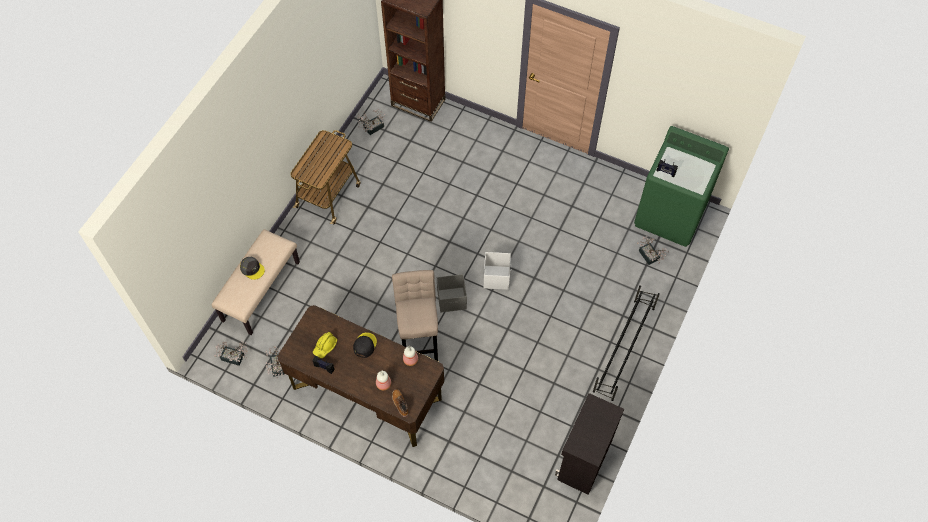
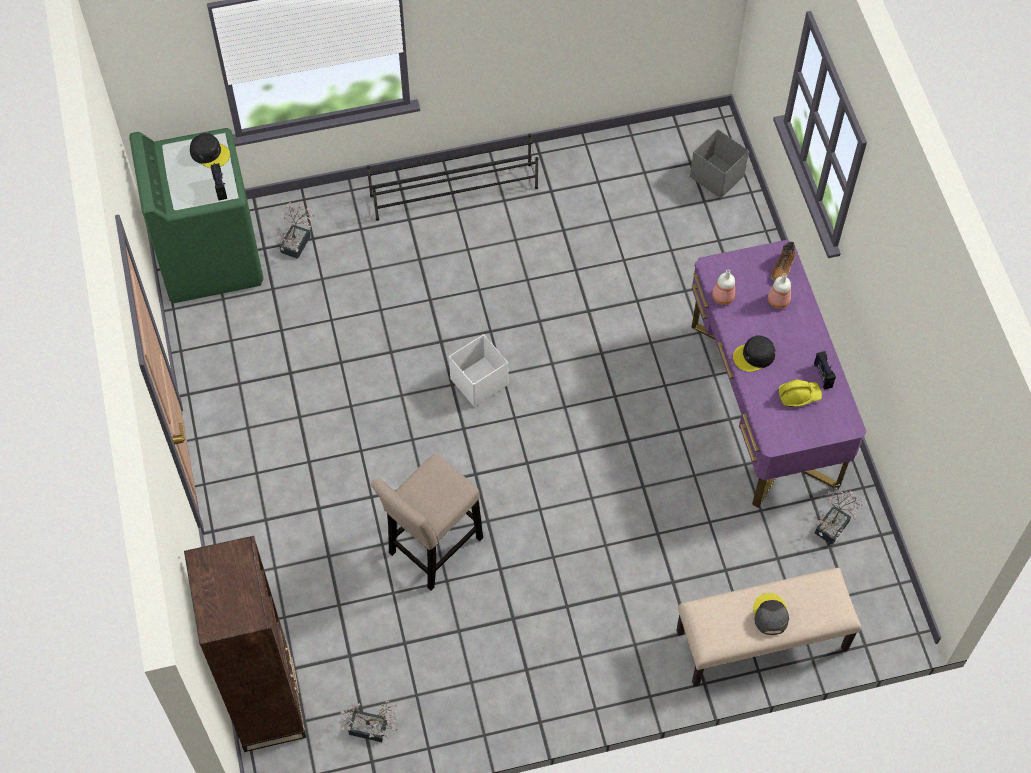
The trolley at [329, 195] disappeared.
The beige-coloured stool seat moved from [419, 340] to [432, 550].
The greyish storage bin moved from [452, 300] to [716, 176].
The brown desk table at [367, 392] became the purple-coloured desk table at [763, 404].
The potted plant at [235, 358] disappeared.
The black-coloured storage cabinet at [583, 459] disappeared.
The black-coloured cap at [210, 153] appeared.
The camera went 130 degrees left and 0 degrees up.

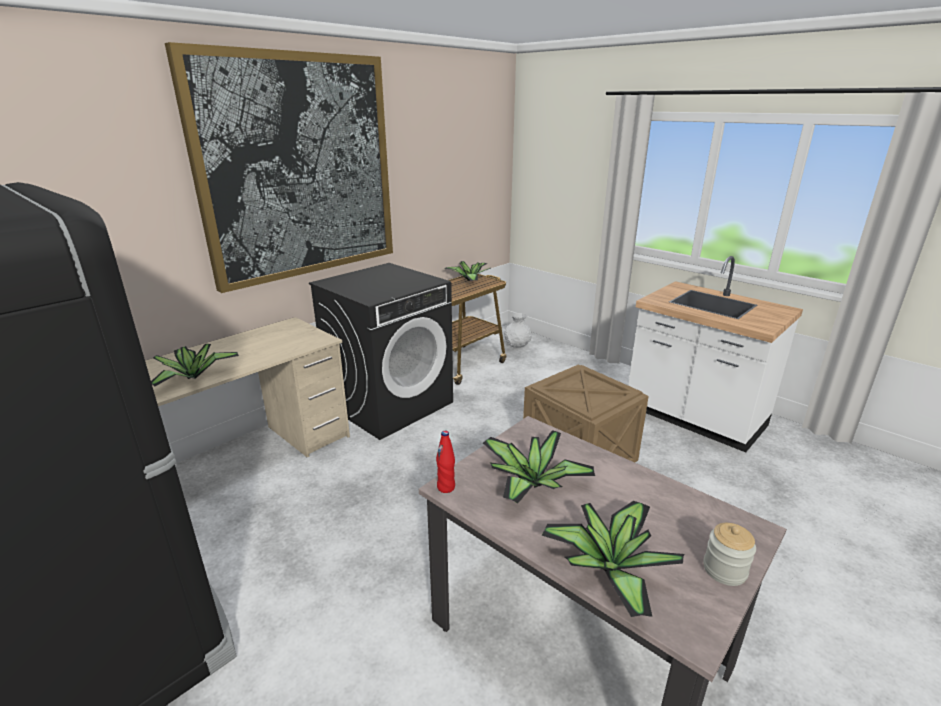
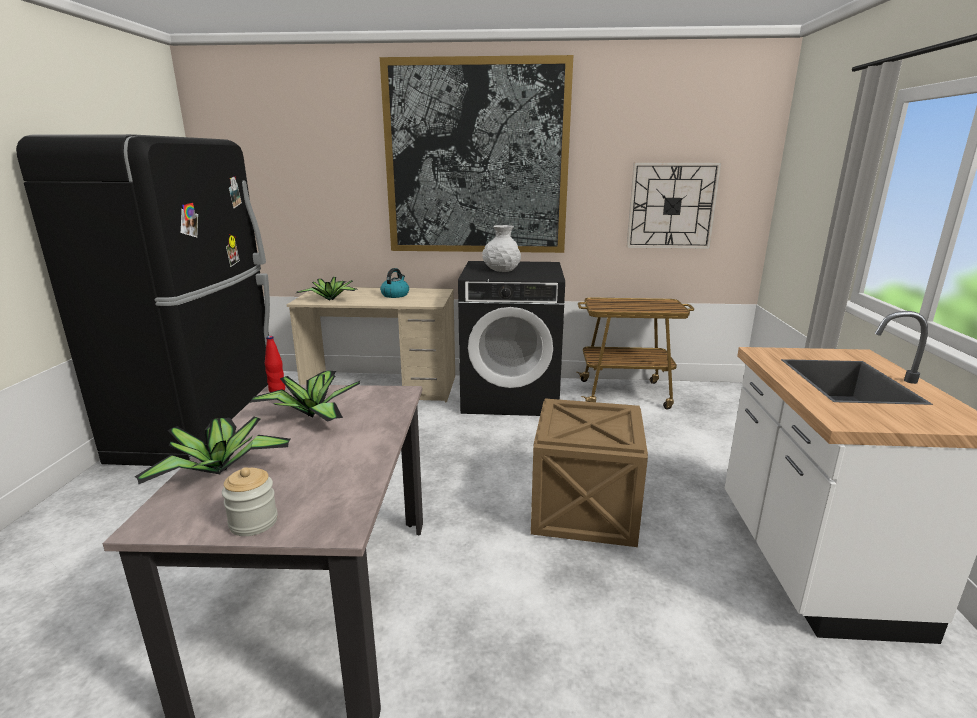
The potted plant at [469, 280] disappeared.
The white vase moved from [517, 345] to [501, 270].
The clock on the wall at [672, 206] appeared.
The water kettle at [395, 295] appeared.
The camera went 50 degrees right and 5 degrees down.

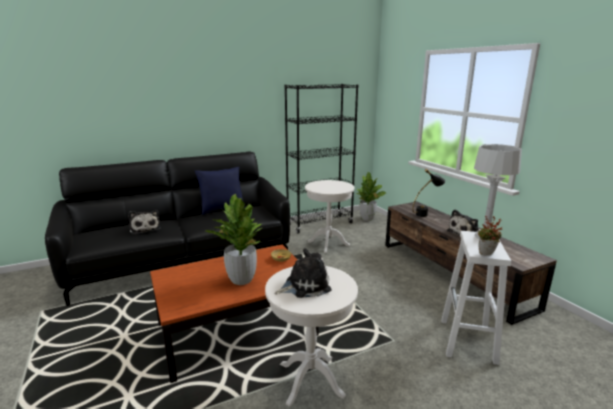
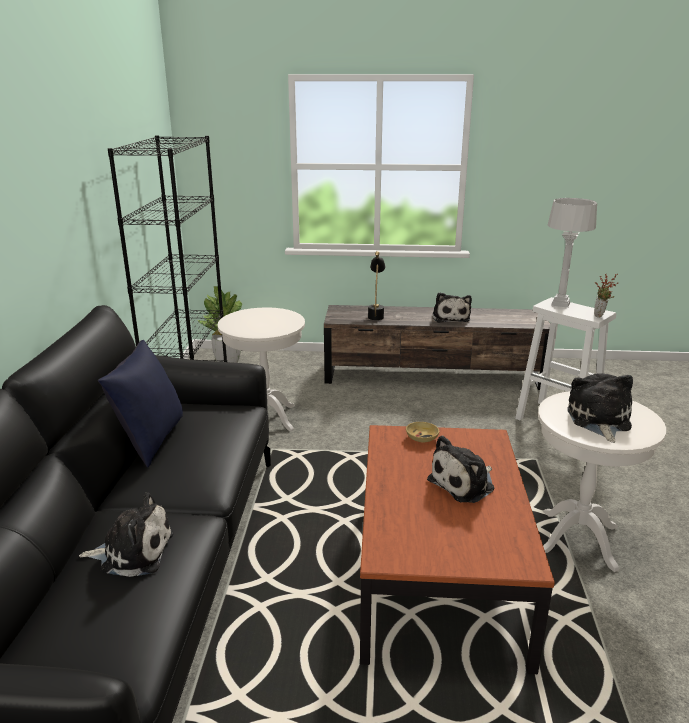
The potted plant at [241, 279] was replaced by the cuddly toy at [464, 484].
The camera went 60 degrees left and 5 degrees up.

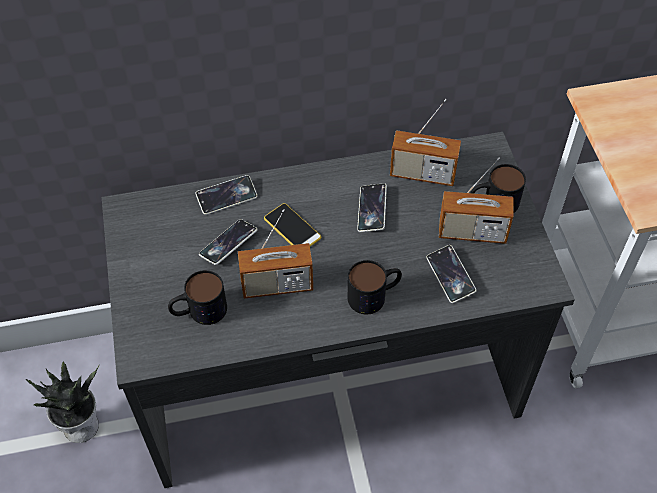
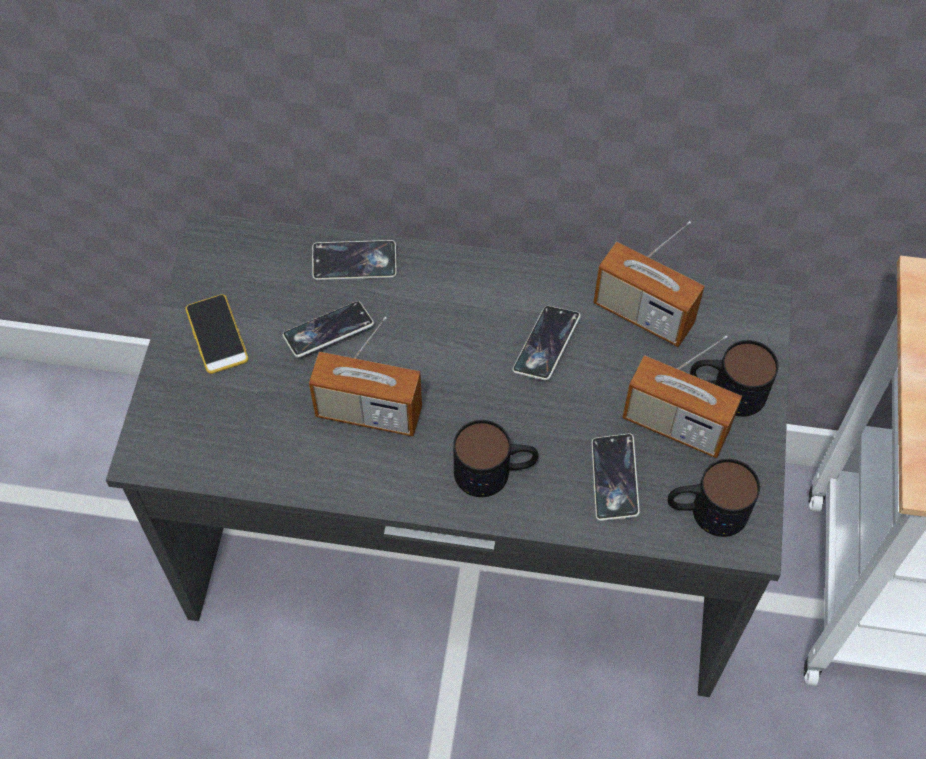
The phone moved from [292, 228] to [217, 334].
The coffee mug moved from [199, 311] to [706, 511].
The potted plant at [81, 425] disappeared.
The camera went 20 degrees right and 5 degrees up.

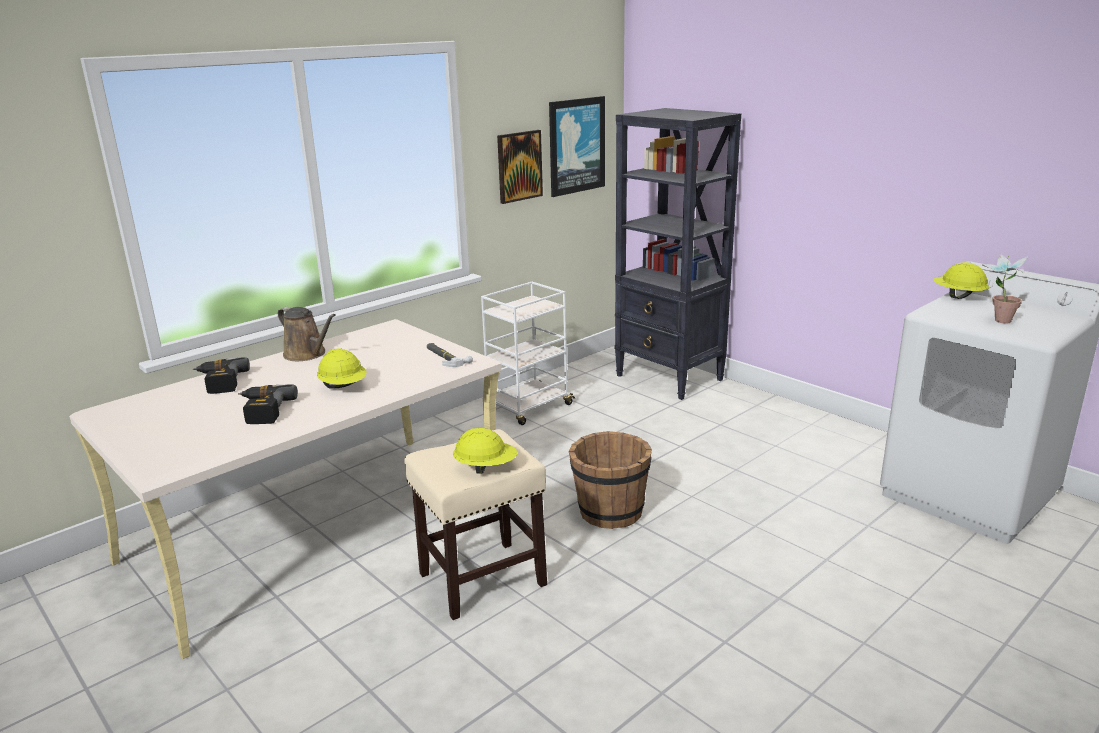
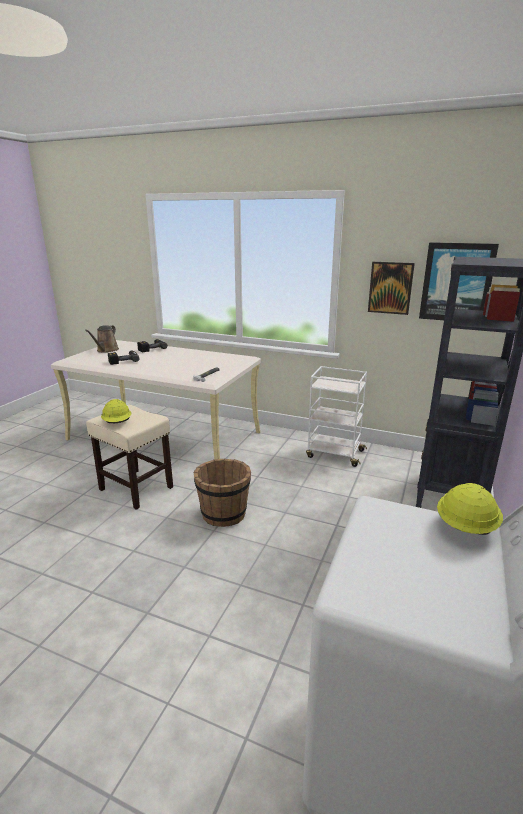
The potted plant at [996, 321] disappeared.
The brown watering pot moved from [307, 354] to [106, 350].
The yellow-coloured work helmet at [344, 387] disappeared.
The camera went 65 degrees right and 0 degrees up.

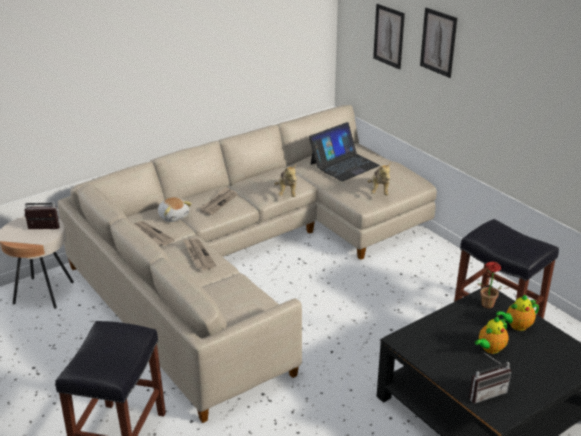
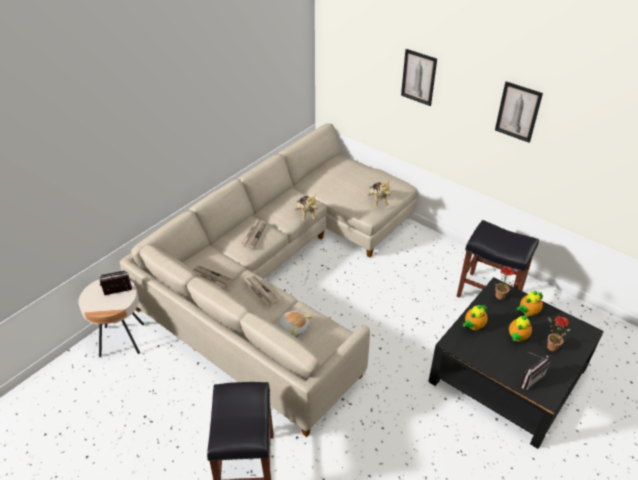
The wall picture moved from [389, 36] to [518, 112].
The laptop at [344, 164] disappeared.
The cuddly toy moved from [173, 216] to [294, 328].
The pot for tea at [473, 326] appeared.
The potted plant at [550, 346] appeared.
The camera went 15 degrees left and 10 degrees up.

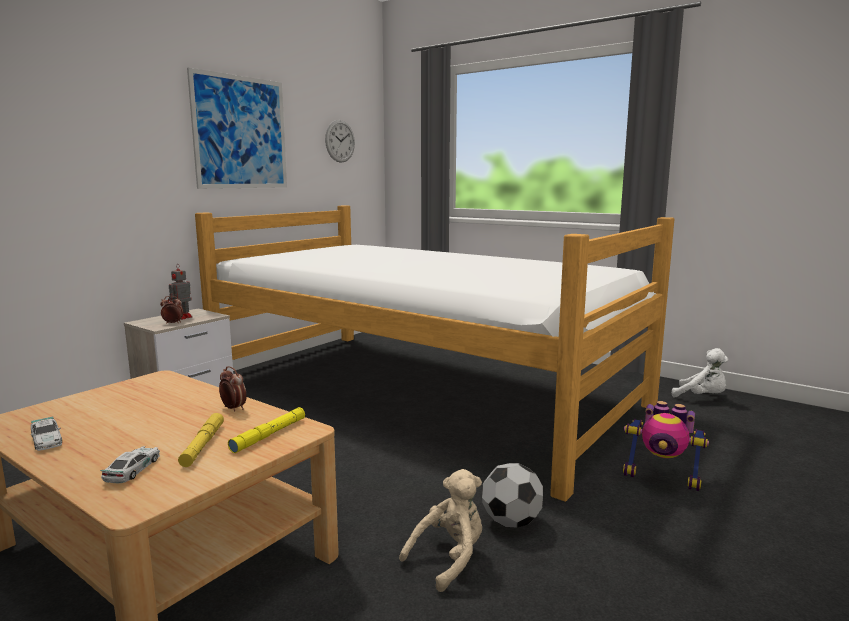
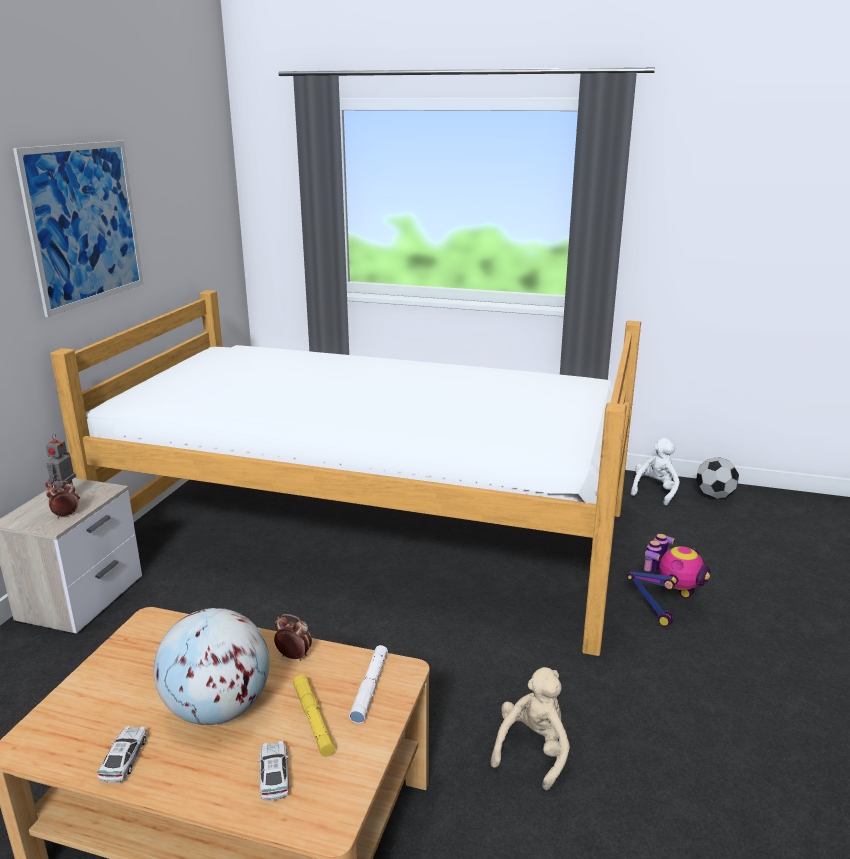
The clock on the wall at [340, 141] disappeared.
The white cuddly toy at [701, 397] turned 75 degrees counterclockwise.
The toy robot at [662, 477] turned 60 degrees counterclockwise.
The yellow-coloured torch at [269, 435] became the white torch at [370, 688].
The toy car at [47, 440] turned 120 degrees counterclockwise.
The ball for football moved from [511, 522] to [714, 496].
The world globe at [218, 709] appeared.
The camera went 20 degrees left and 10 degrees up.

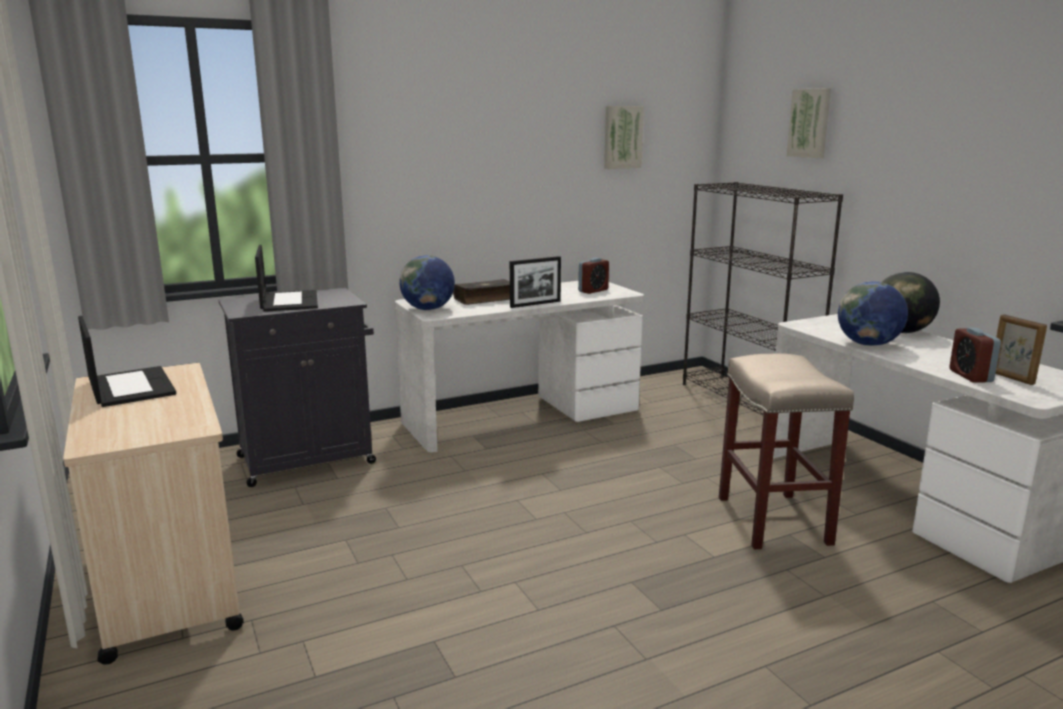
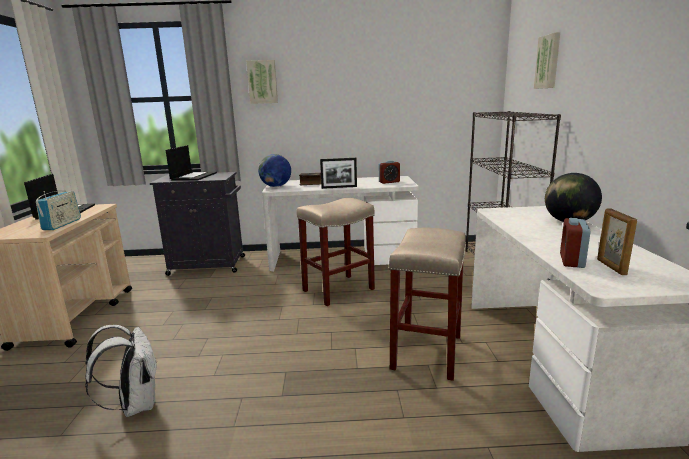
The wall picture moved from [622, 137] to [262, 82].
The world globe at [868, 344] disappeared.
The radio at [62, 224] appeared.
The beige-coloured stool seat at [338, 290] appeared.
The white rucksack at [135, 405] appeared.
The camera went 25 degrees right and 0 degrees up.

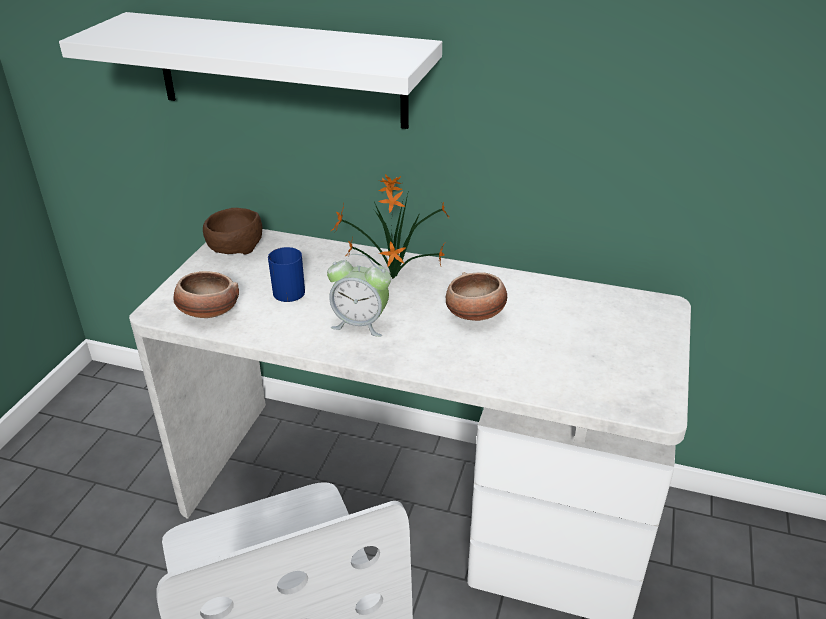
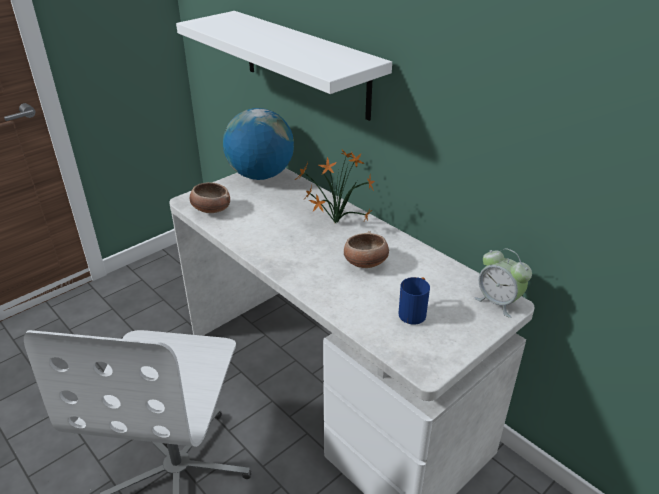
The brown deep dish at [234, 247] was replaced by the world globe at [260, 175].
The blue-coloured coffee mug moved from [289, 289] to [414, 312].
The alarm clock moved from [360, 323] to [498, 302].
The camera went 30 degrees right and 0 degrees up.

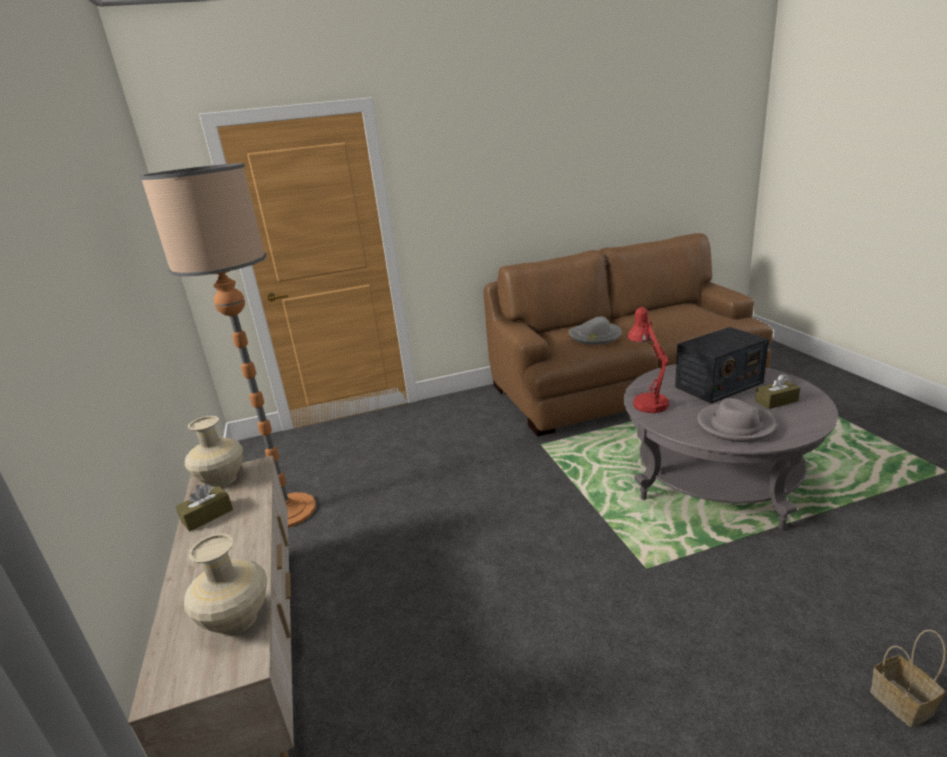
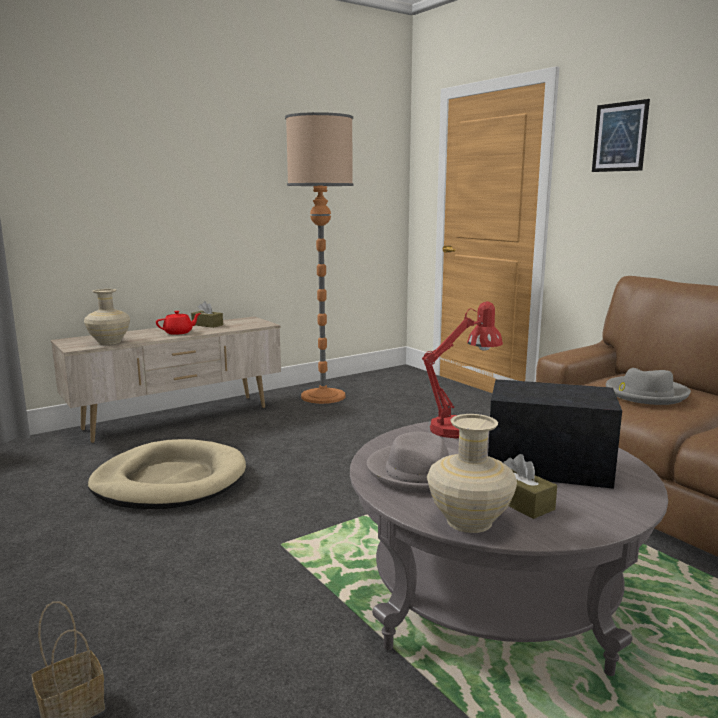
The radio at [718, 385] turned 150 degrees clockwise.
The beige-coloured vase moved from [221, 480] to [468, 521].
The wall picture at [619, 137] appeared.
The reddish pot for tea at [179, 332] appeared.
The beige-coloured pet bed at [170, 481] appeared.
The camera went 70 degrees right and 10 degrees down.

